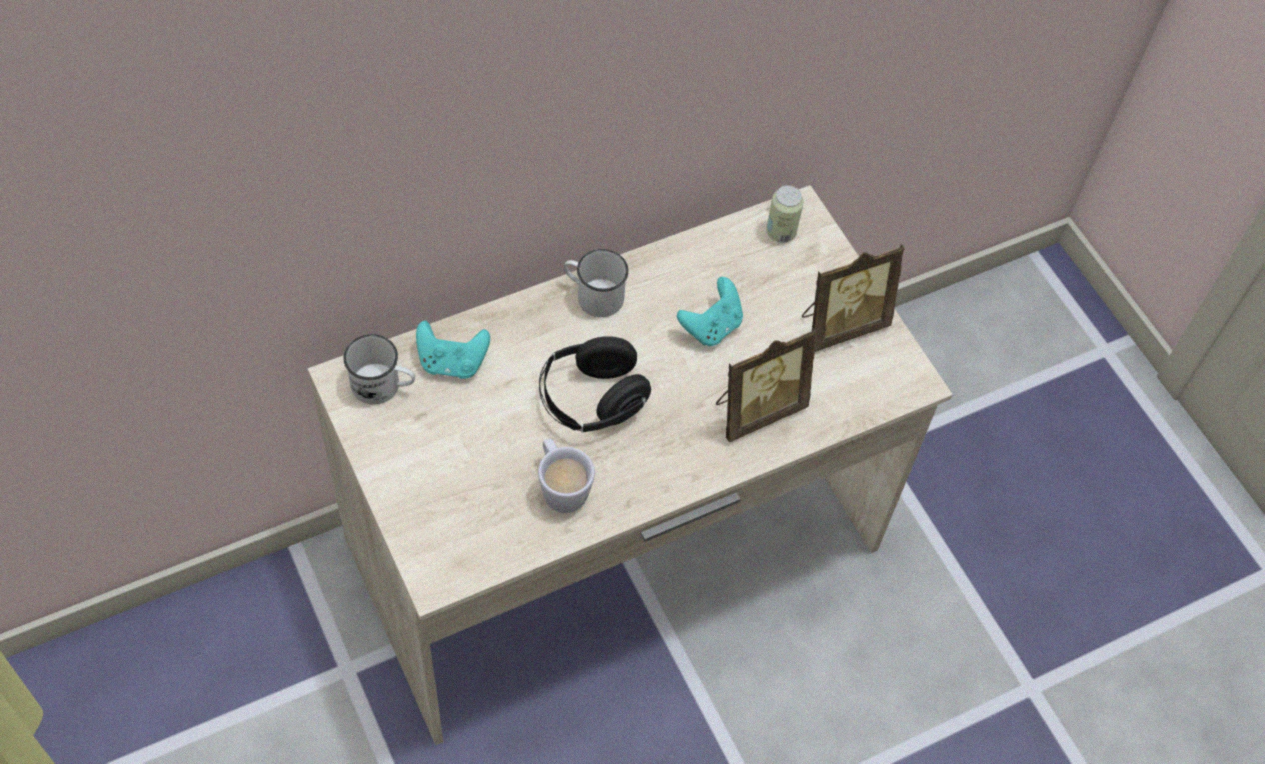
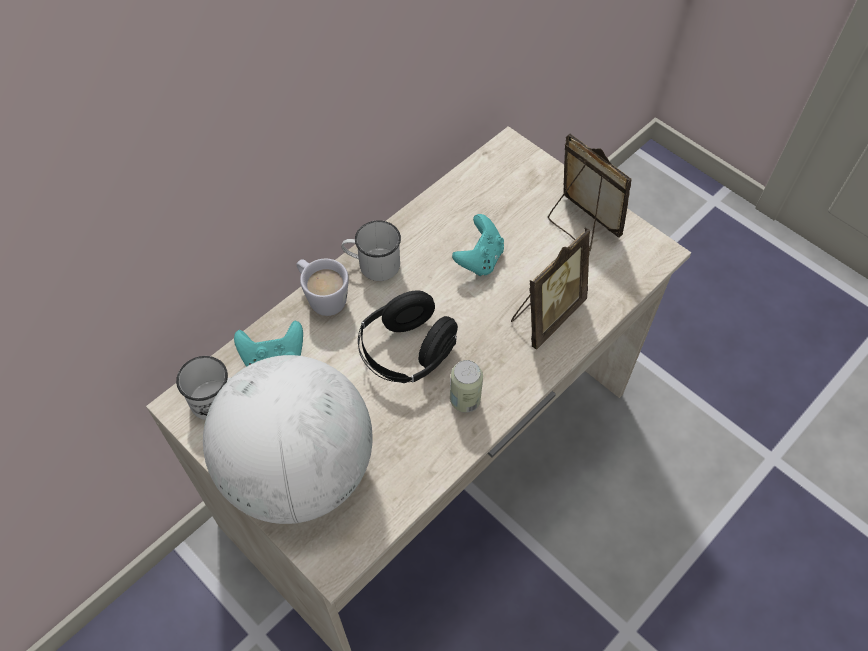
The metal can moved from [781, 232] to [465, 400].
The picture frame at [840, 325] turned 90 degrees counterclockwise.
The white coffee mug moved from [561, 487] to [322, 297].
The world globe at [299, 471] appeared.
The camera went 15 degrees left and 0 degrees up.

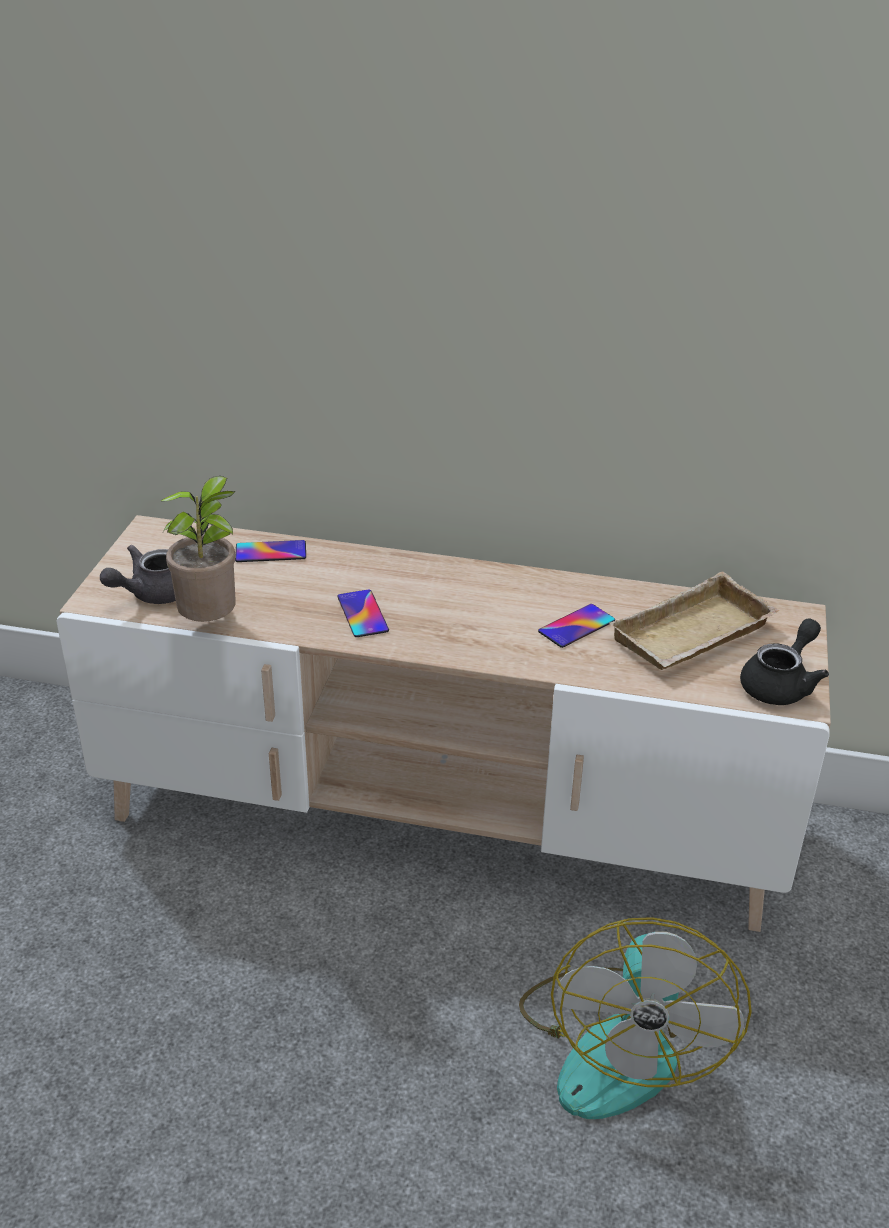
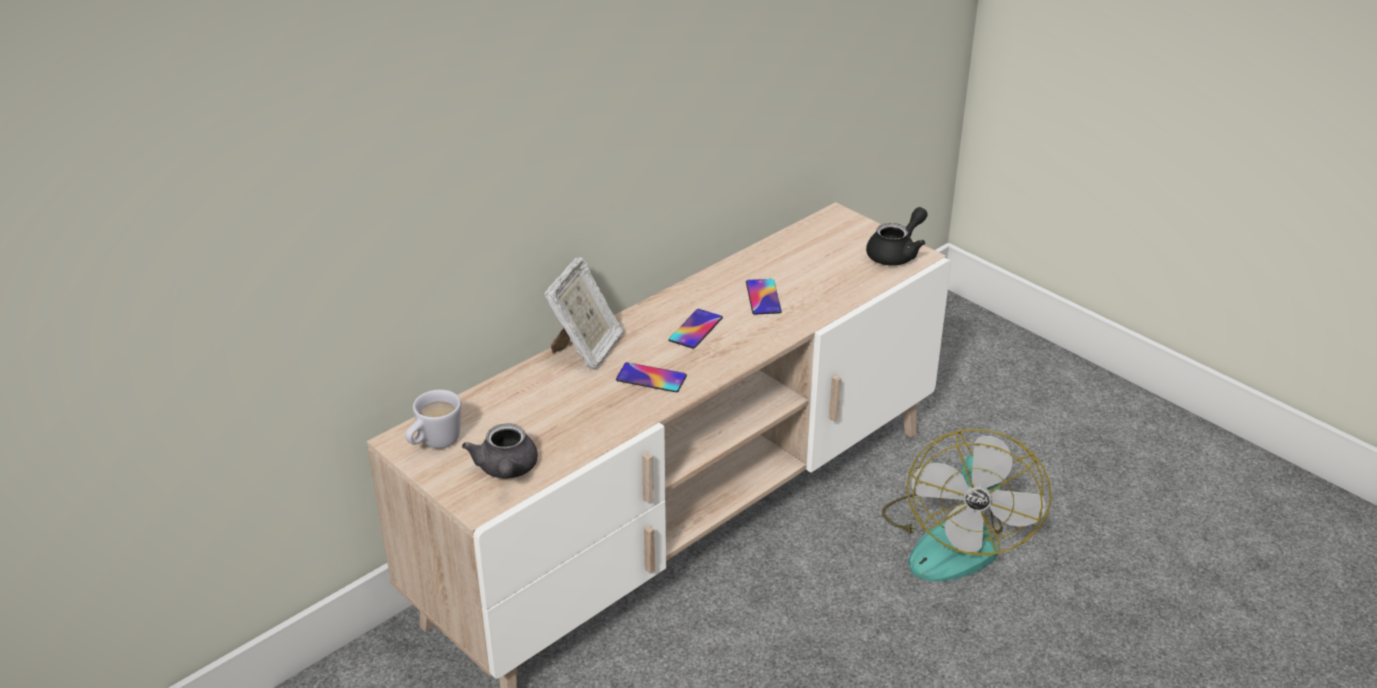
The potted plant at [212, 623] disappeared.
The phone moved from [271, 552] to [695, 329].
The beige-coloured tray at [693, 637] disappeared.
The black-coloured pot for tea at [781, 684] turned 60 degrees clockwise.
The fan at [618, 1043] turned 60 degrees clockwise.
The picture frame at [586, 349] appeared.
The white coffee mug at [434, 444] appeared.
The camera went 55 degrees left and 0 degrees up.

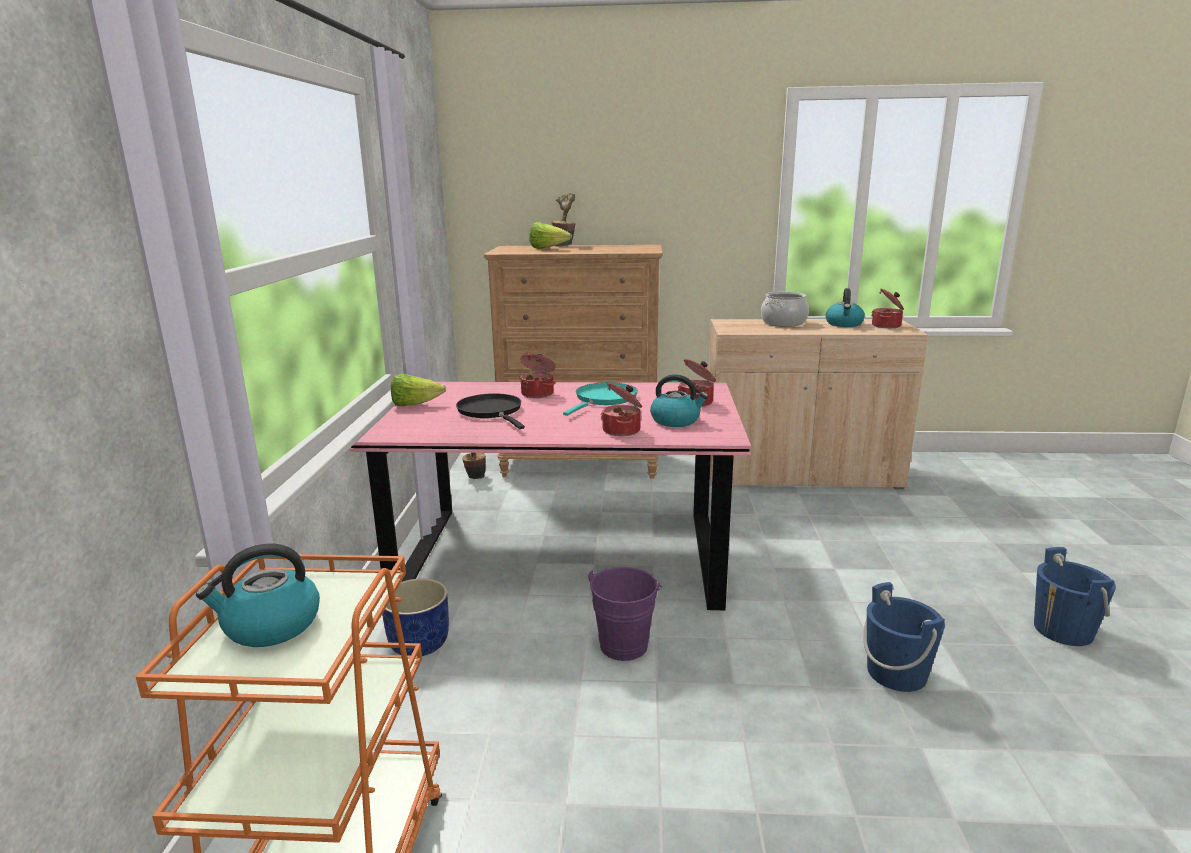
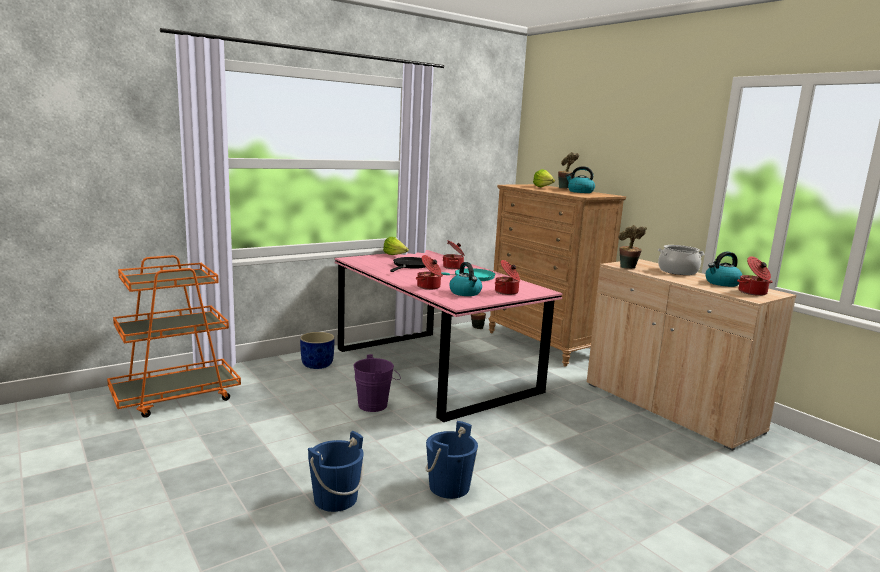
The water kettle moved from [270, 626] to [580, 192].
The blue-coloured pail moved from [1063, 630] to [335, 499].
The potted plant at [628, 268] appeared.
The camera went 50 degrees right and 5 degrees down.

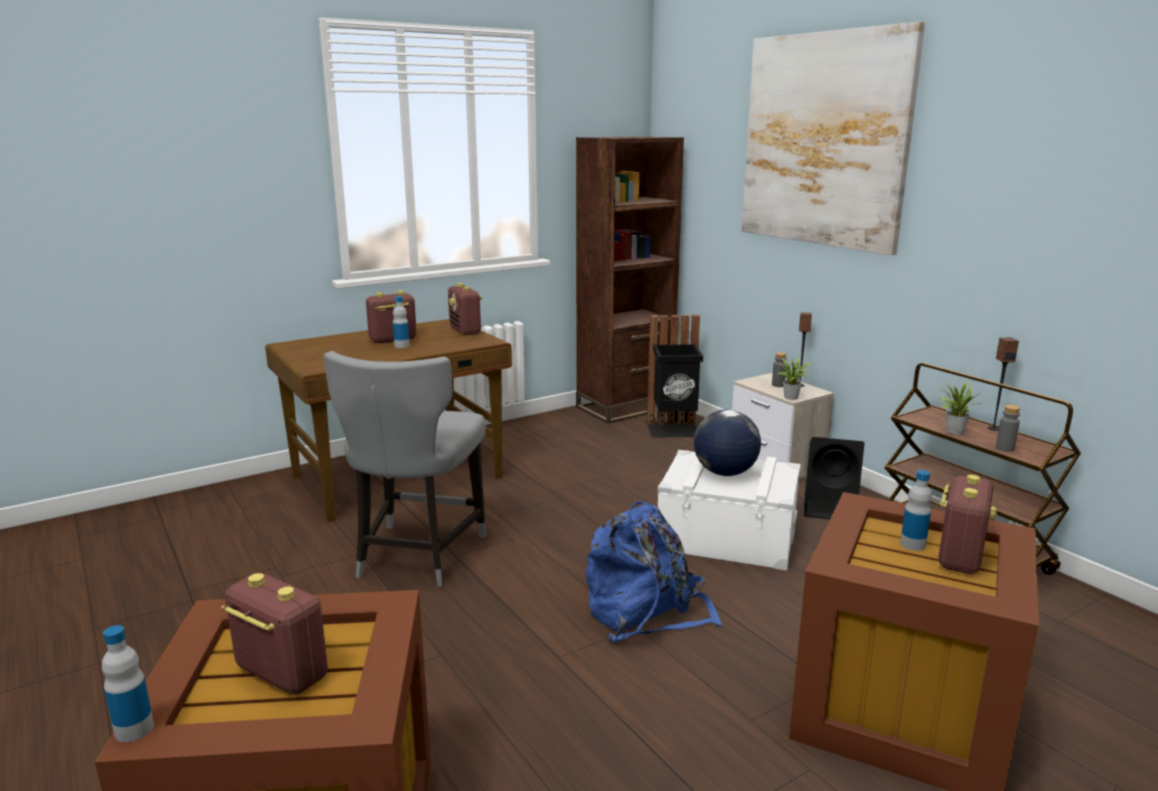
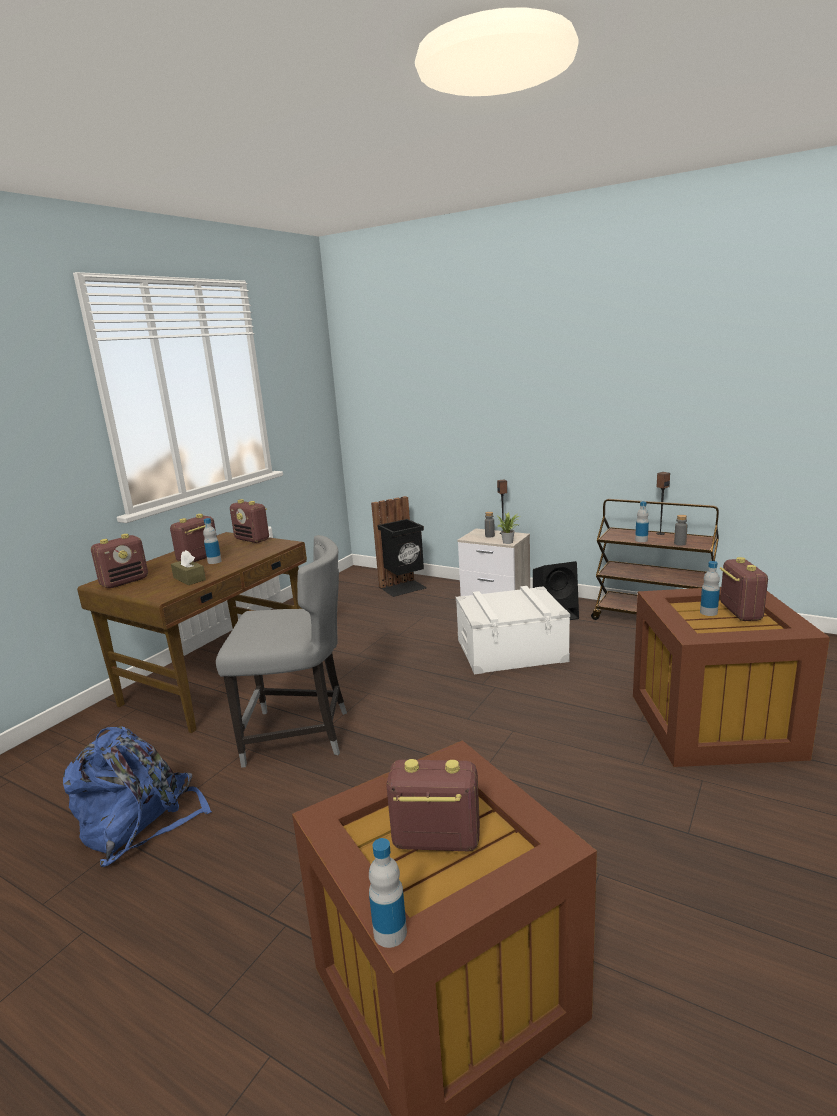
The wall picture at [823, 140] disappeared.
The brown bookshelf at [625, 408] disappeared.
The greyish upright chair at [417, 556] turned 75 degrees counterclockwise.
The potted plant at [952, 431] was replaced by the bottle at [641, 540].
The world globe at [724, 473] disappeared.
The blue-coloured rucksack moved from [646, 612] to [140, 823].
The radio at [125, 582] appeared.
The brown box of tissues at [189, 579] appeared.
The camera went 25 degrees left and 0 degrees up.

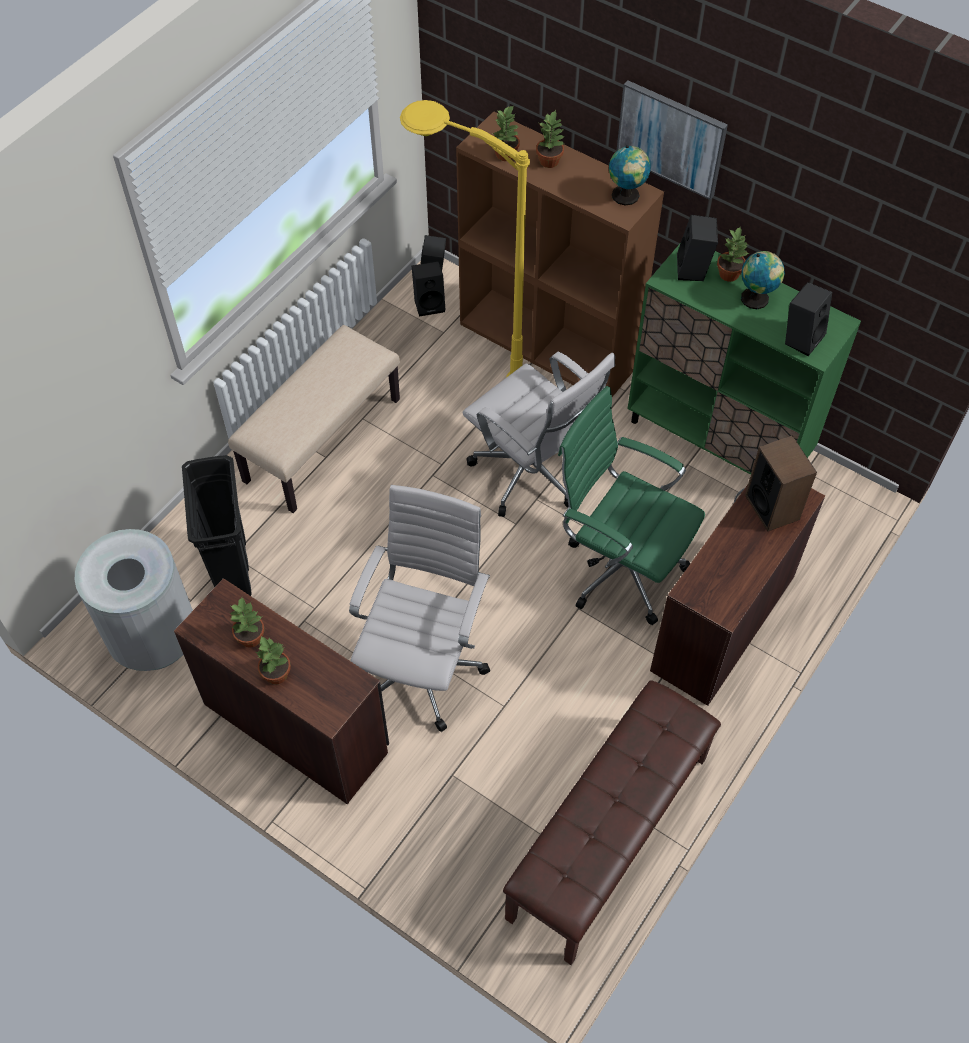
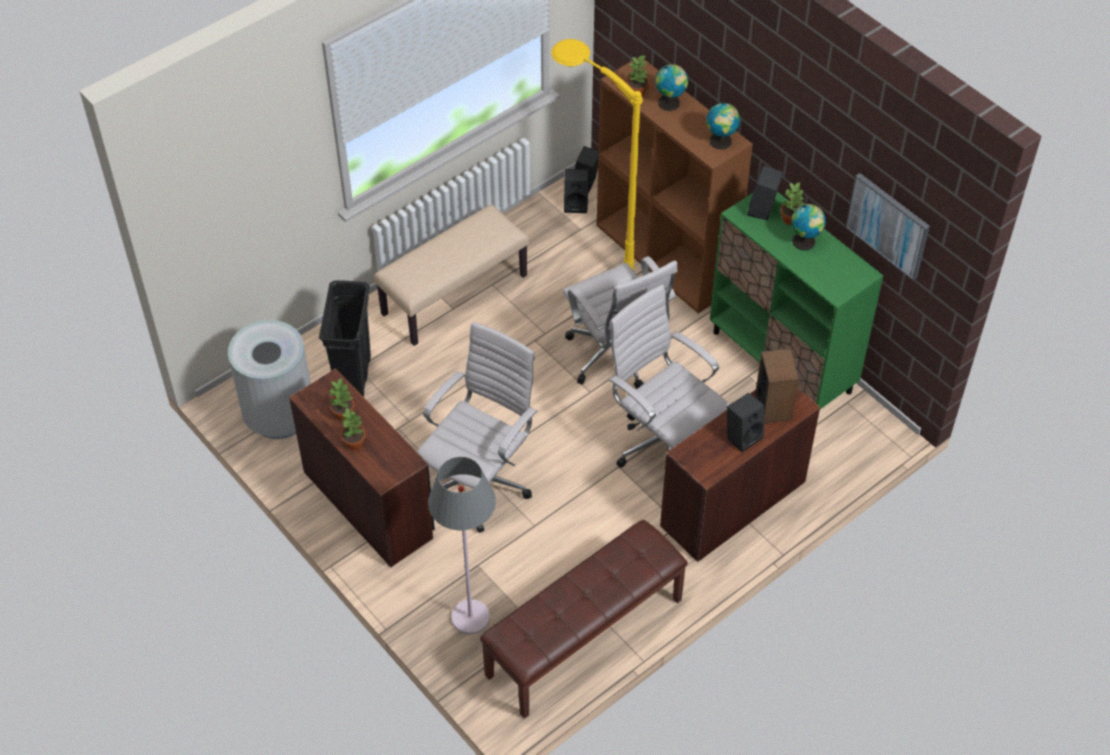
The wall picture moved from [671, 138] to [888, 225].
The potted plant at [550, 161] was replaced by the world globe at [670, 103].
The black-coloured speaker moved from [801, 337] to [743, 436].
The green desk chair at [619, 568] became the white desk chair at [662, 444].
The greyish floor lamp at [470, 617] appeared.
The camera went 15 degrees right and 5 degrees down.

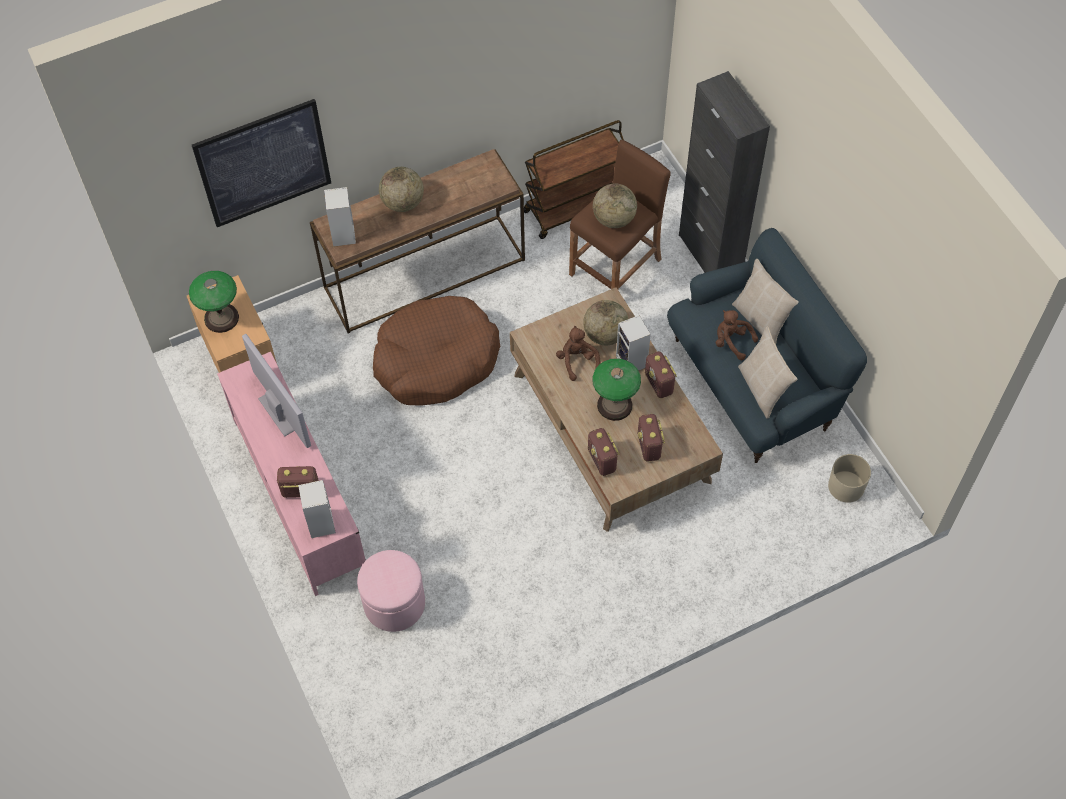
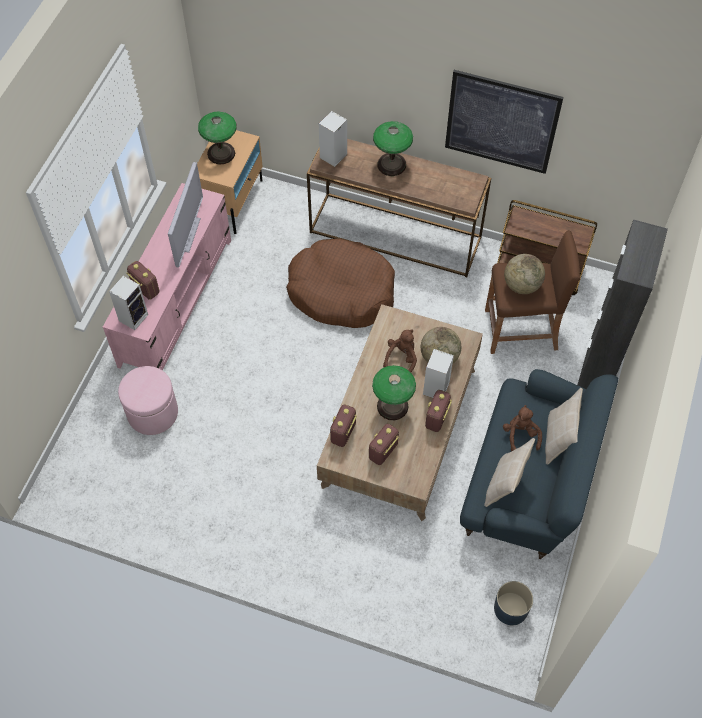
The wall picture moved from [263, 163] to [501, 122].
The world globe at [403, 203] was replaced by the table lamp at [391, 165].
The beige-coloured plant pot at [846, 486] became the blue-coloured plant pot at [511, 608].
The camera went 45 degrees right and 0 degrees up.

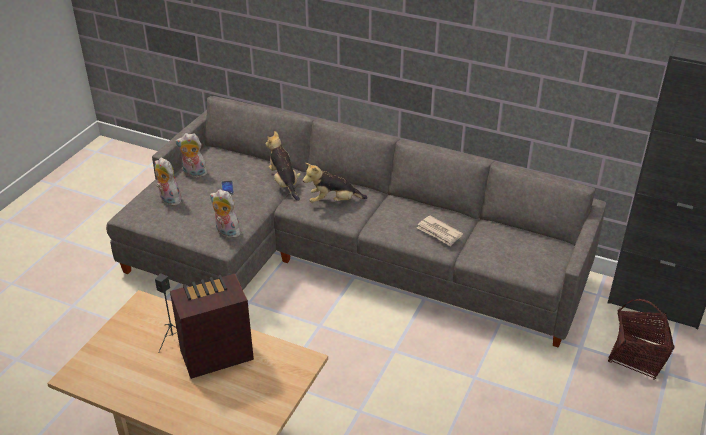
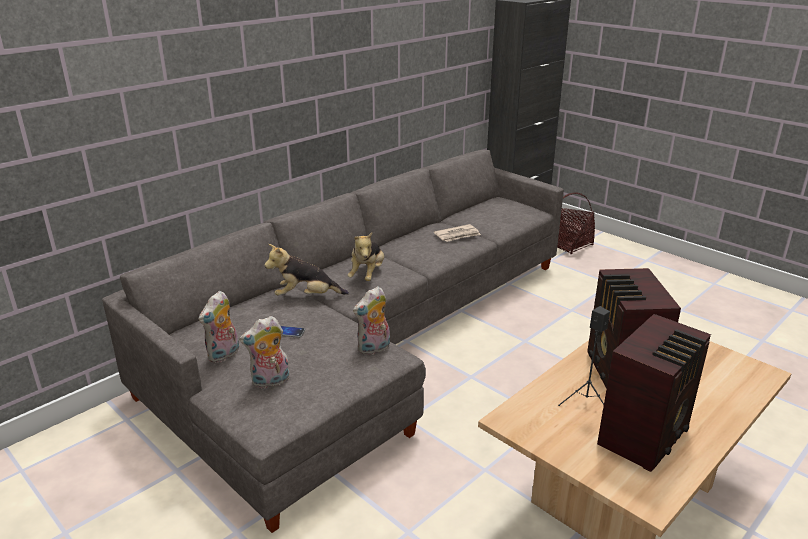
The radio at [646, 435] appeared.
The camera went 70 degrees left and 10 degrees down.

